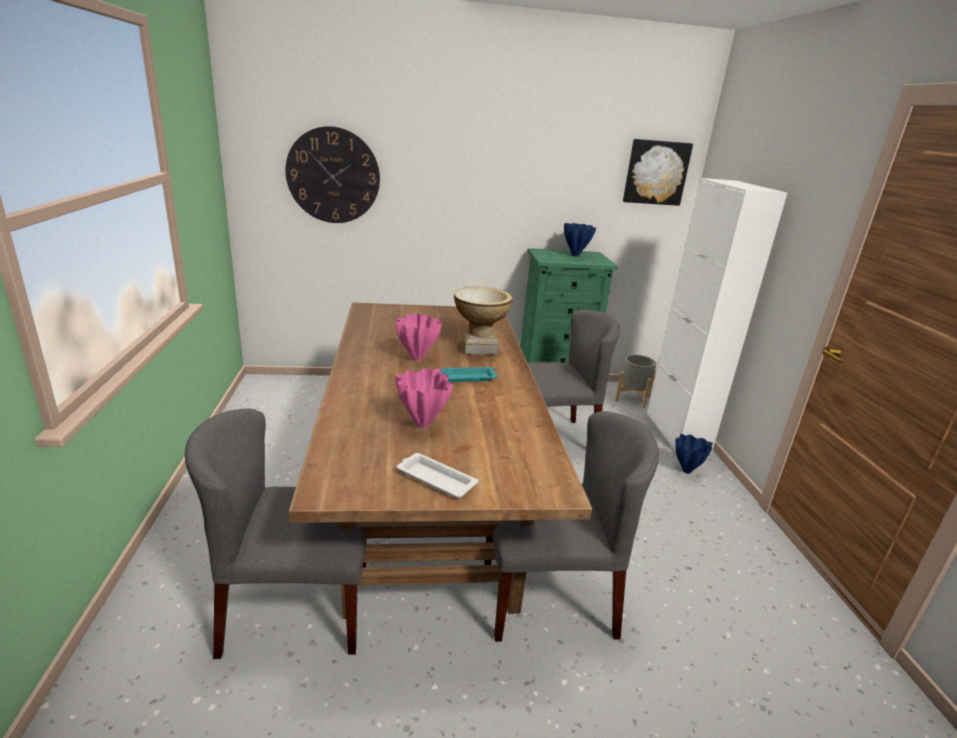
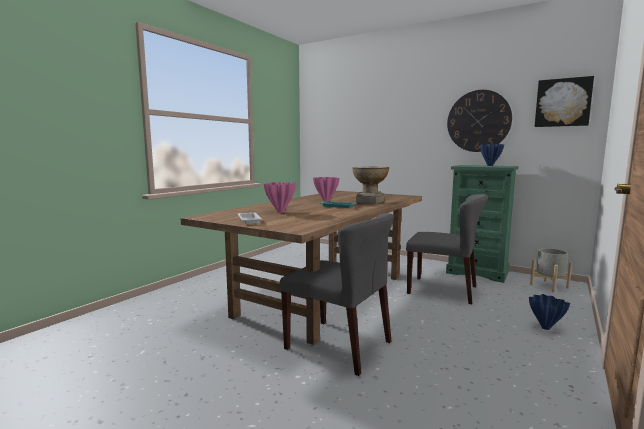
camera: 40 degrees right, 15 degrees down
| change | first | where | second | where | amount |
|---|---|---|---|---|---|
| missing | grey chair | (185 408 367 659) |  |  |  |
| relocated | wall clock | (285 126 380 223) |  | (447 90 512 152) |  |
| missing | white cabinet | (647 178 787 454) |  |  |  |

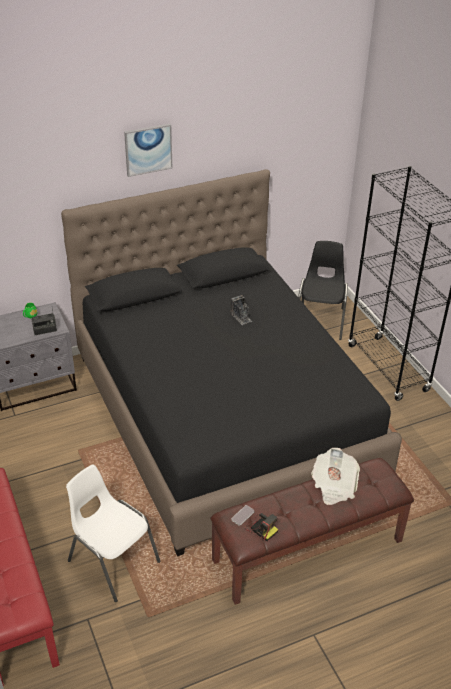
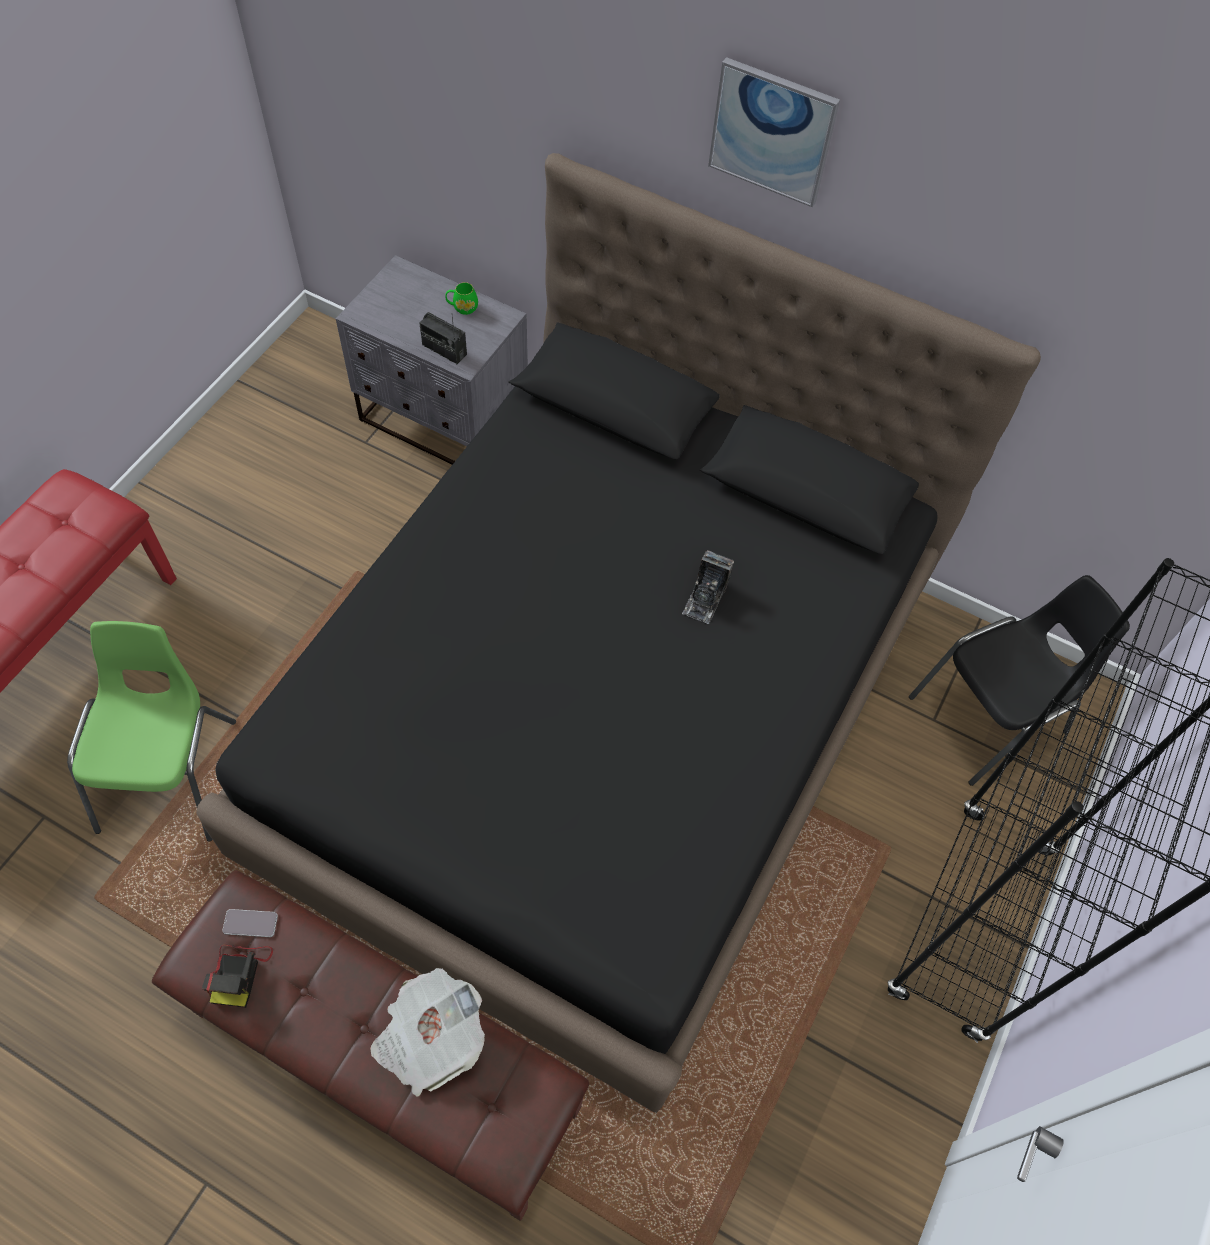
camera: 50 degrees right, 20 degrees up
| change | first | where | second | where | amount |
|---|---|---|---|---|---|
| colour | white chair | (66 465 160 602) | green chair | (67 621 236 841) |  |

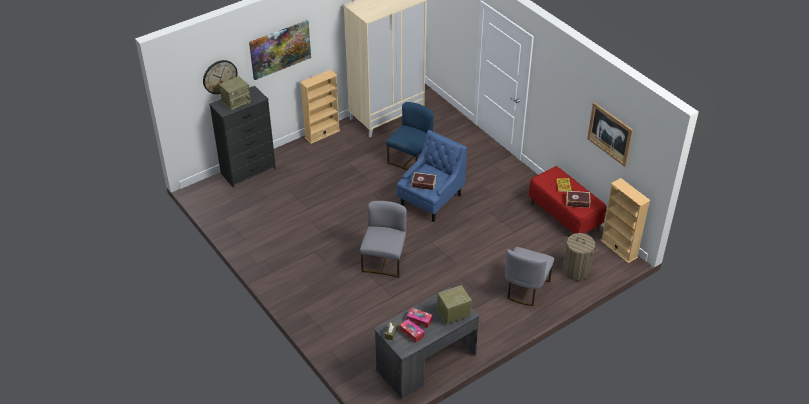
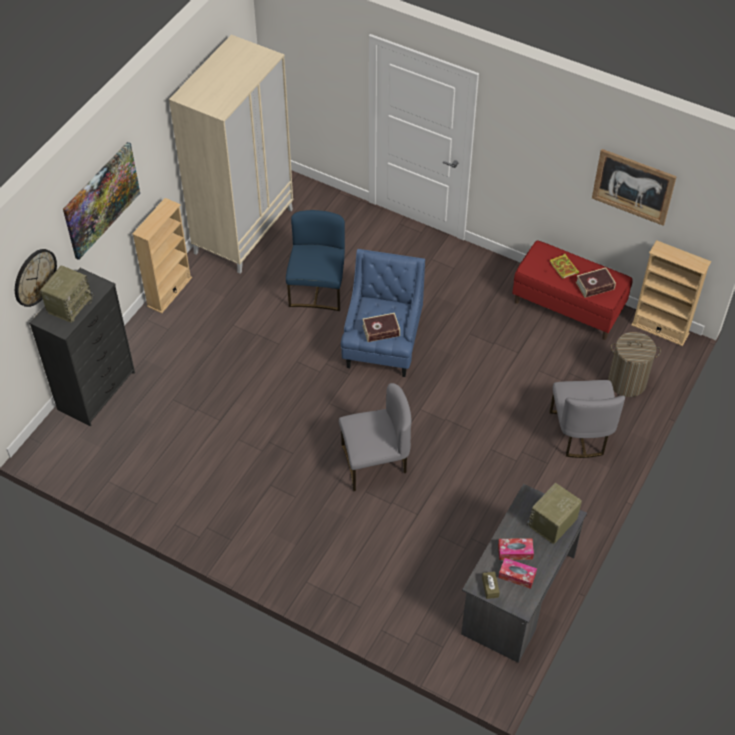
camera: 25 degrees left, 10 degrees up
| change | first | where | second | where | amount |
|---|---|---|---|---|---|
| spun | grey chair | (360 201 407 278) |  | (339 383 412 491) | 90 degrees clockwise |

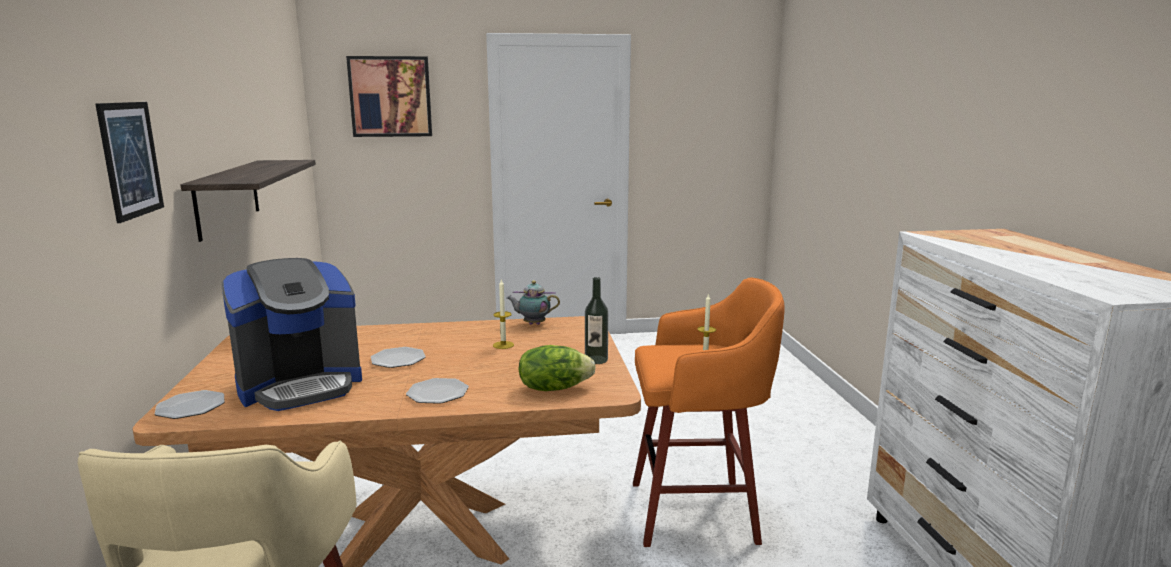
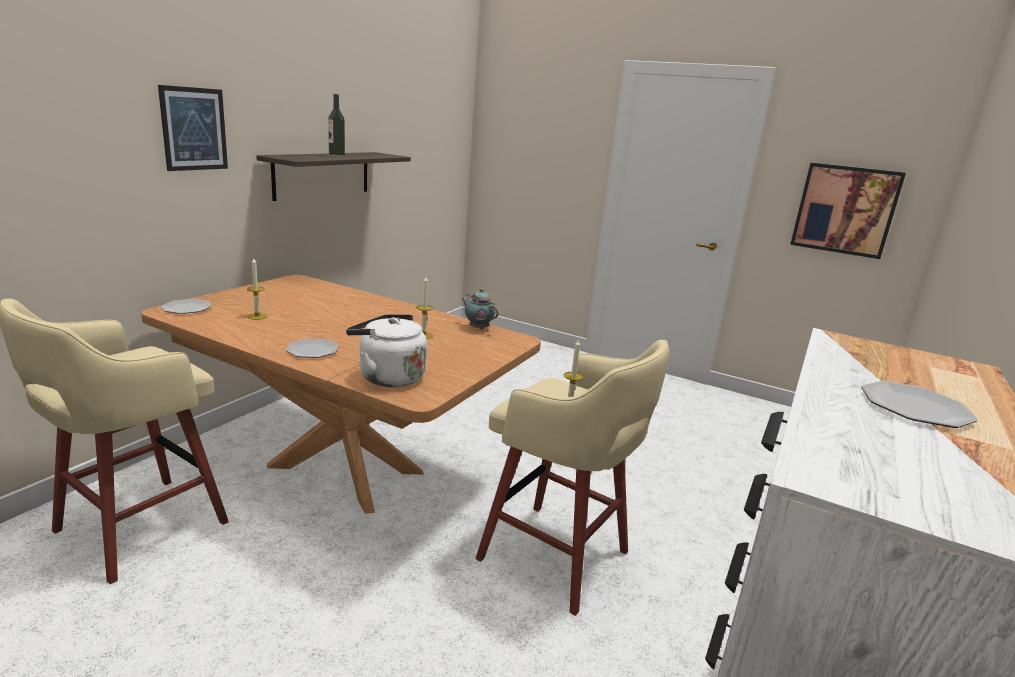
camera: 35 degrees right, 5 degrees up
| change | first | where | second | where | amount |
|---|---|---|---|---|---|
| exchanged | coffee machine | (221 258 362 411) | candle | (247 258 267 320) |  |
| relocated | picture | (346 56 432 137) |  | (790 163 906 259) |  |
| relocated | plate | (371 347 426 368) |  | (861 381 978 428) |  |
| exchanged | lettuce | (518 345 596 391) | white kettle | (346 314 427 387) |  |
| relocated | bottle | (585 277 608 364) |  | (328 94 345 157) |  |
| colour | orange stool | (633 277 785 547) | beige stool | (476 340 669 616) |  |

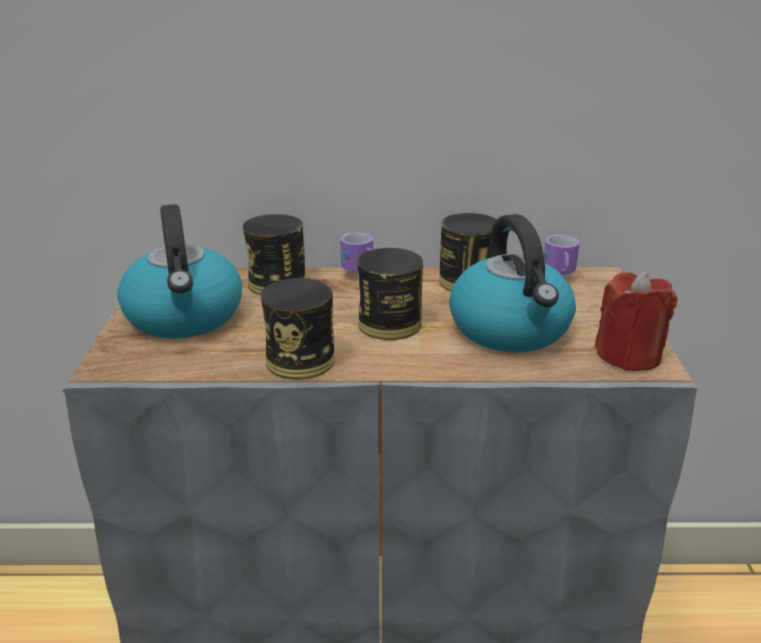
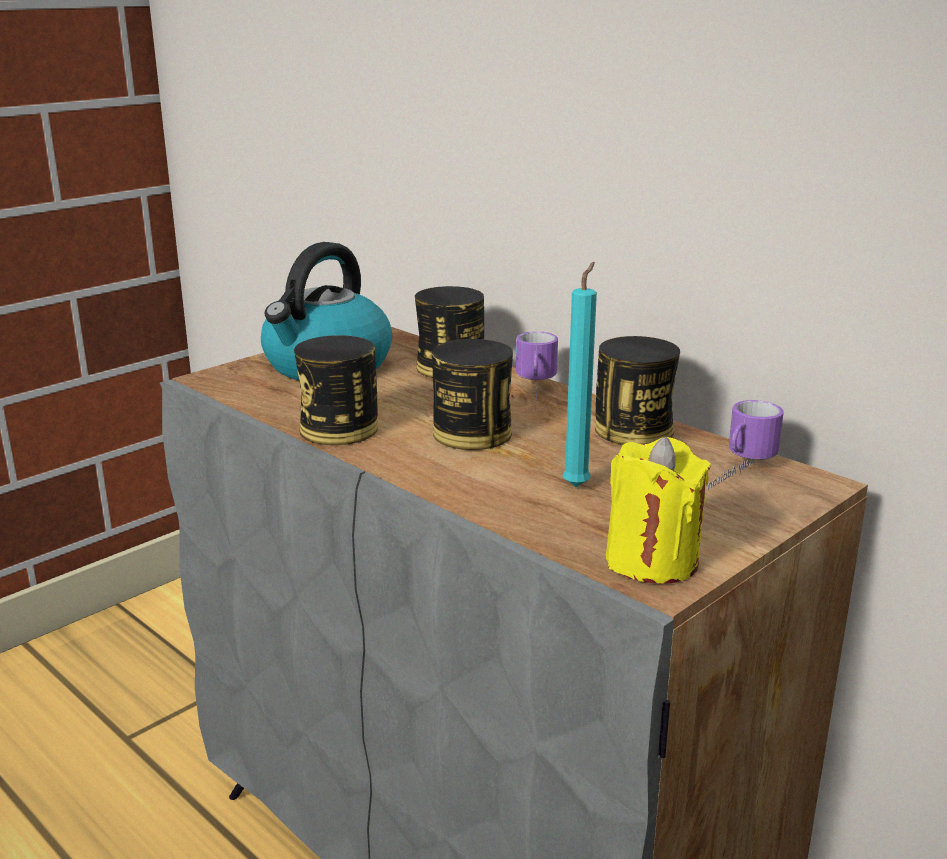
camera: 45 degrees right, 5 degrees down
| change | first | where | second | where | amount |
|---|---|---|---|---|---|
| exchanged | kettle | (449 214 576 353) | turquoise candle | (562 262 597 487) |  |
| colour | red candle | (595 271 678 371) | yellow candle | (606 437 711 584) |  |

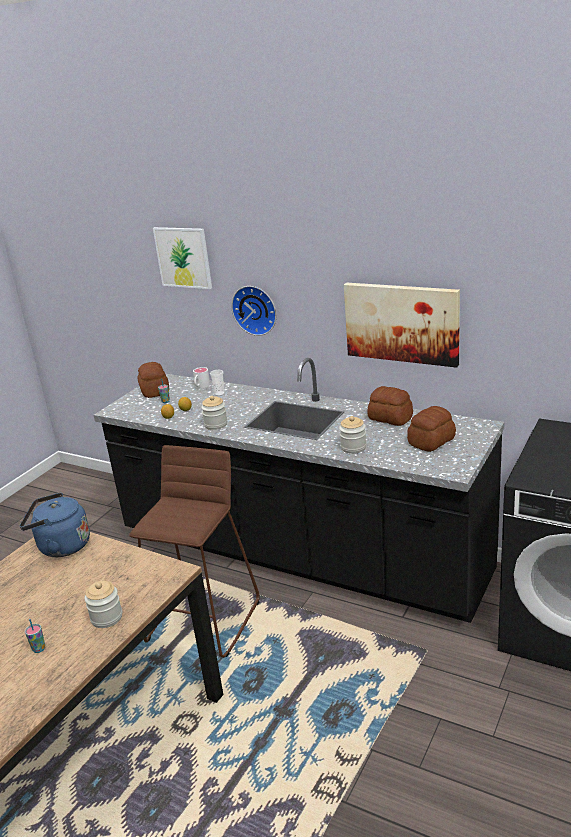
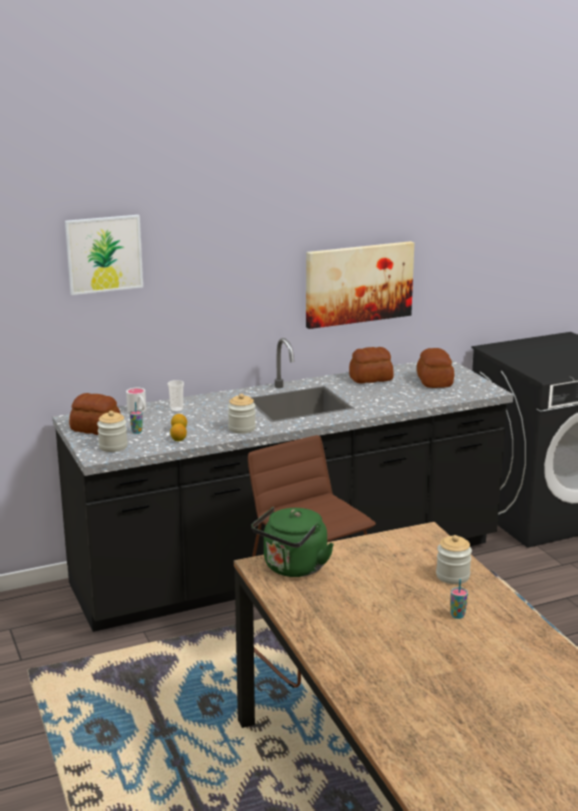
camera: 55 degrees left, 5 degrees down
| change | first | where | second | where | amount |
|---|---|---|---|---|---|
| colour | blue kettle | (20 493 90 557) | green kettle | (252 507 334 577) |  |
| missing | wall clock | (231 286 276 336) |  |  |  |
| relocated | jar | (339 416 366 454) |  | (97 411 128 452) |  |

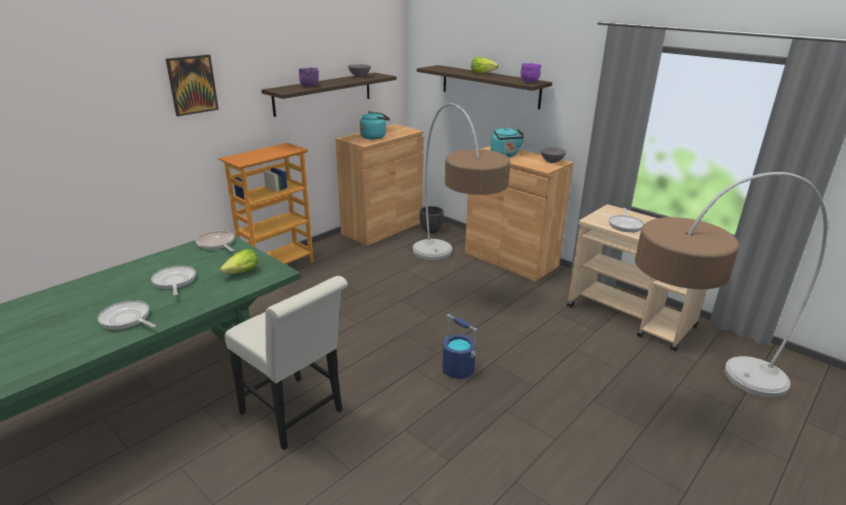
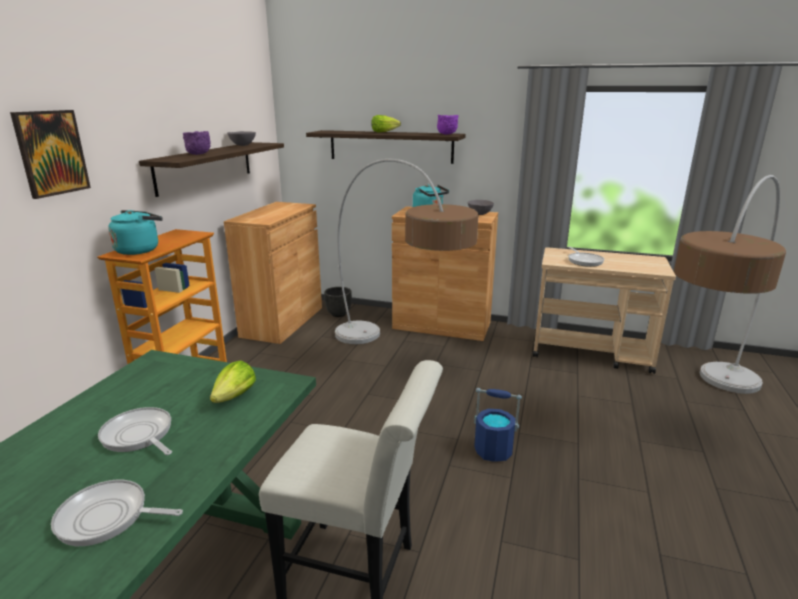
camera: 25 degrees left, 5 degrees down
| change | first | where | second | where | amount |
|---|---|---|---|---|---|
| missing | frying pan | (196 231 234 252) |  |  |  |
| relocated | turquoise kettle | (360 111 390 140) |  | (108 210 163 255) |  |

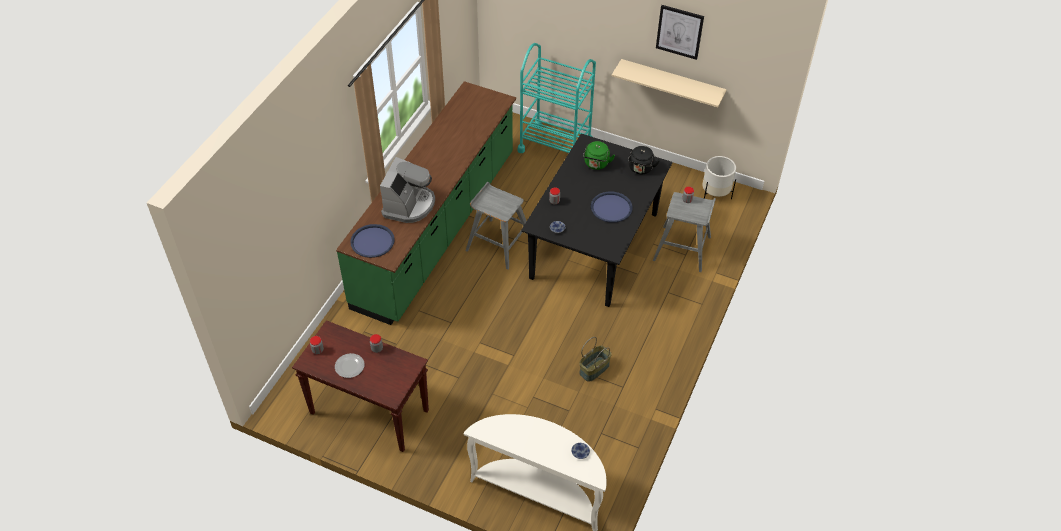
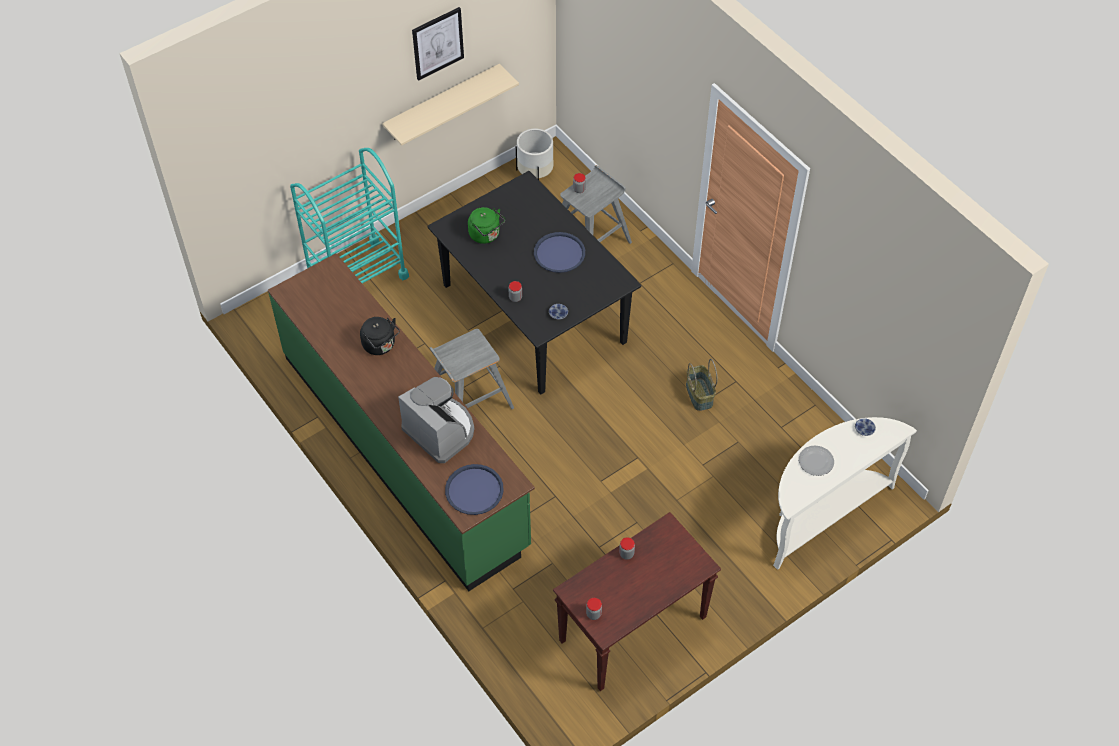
camera: 60 degrees left, 5 degrees up
| change | first | where | second | where | amount |
|---|---|---|---|---|---|
| relocated | plate | (335 353 365 378) |  | (799 445 834 476) |  |
| relocated | black kettle | (628 146 660 174) |  | (360 317 400 355) |  |

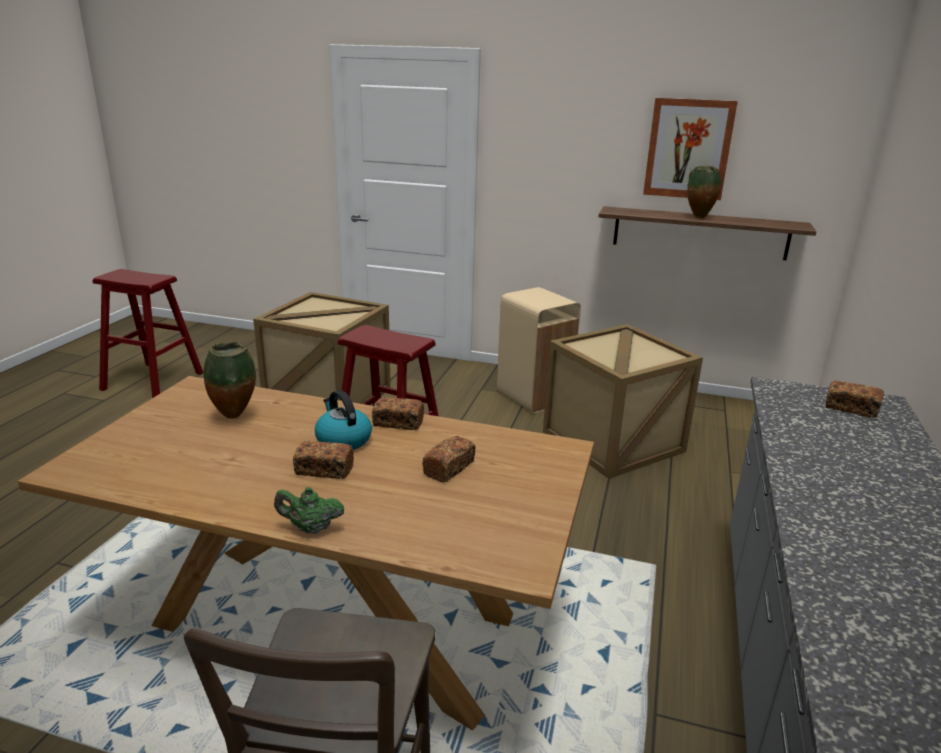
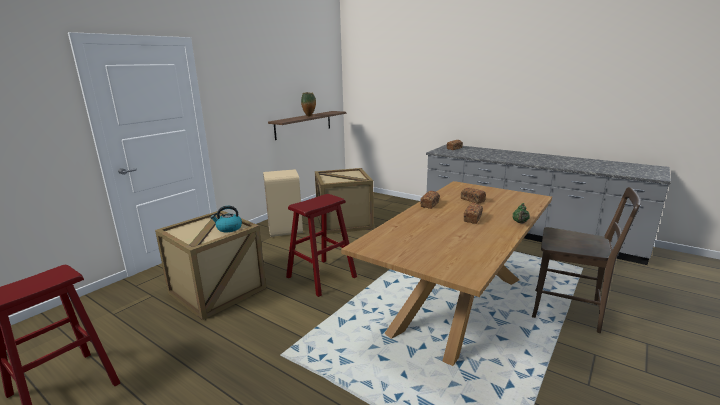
camera: 70 degrees left, 5 degrees down
| change | first | where | second | where | amount |
|---|---|---|---|---|---|
| missing | vase | (204 341 256 419) |  |  |  |
| relocated | kettle | (315 390 372 450) |  | (210 206 242 232) |  |
| missing | picture | (643 98 738 200) |  |  |  |

